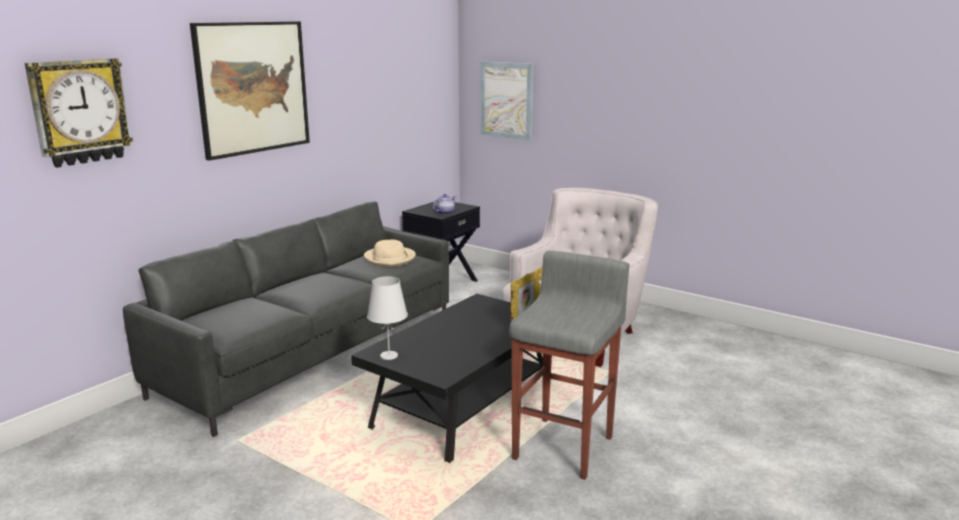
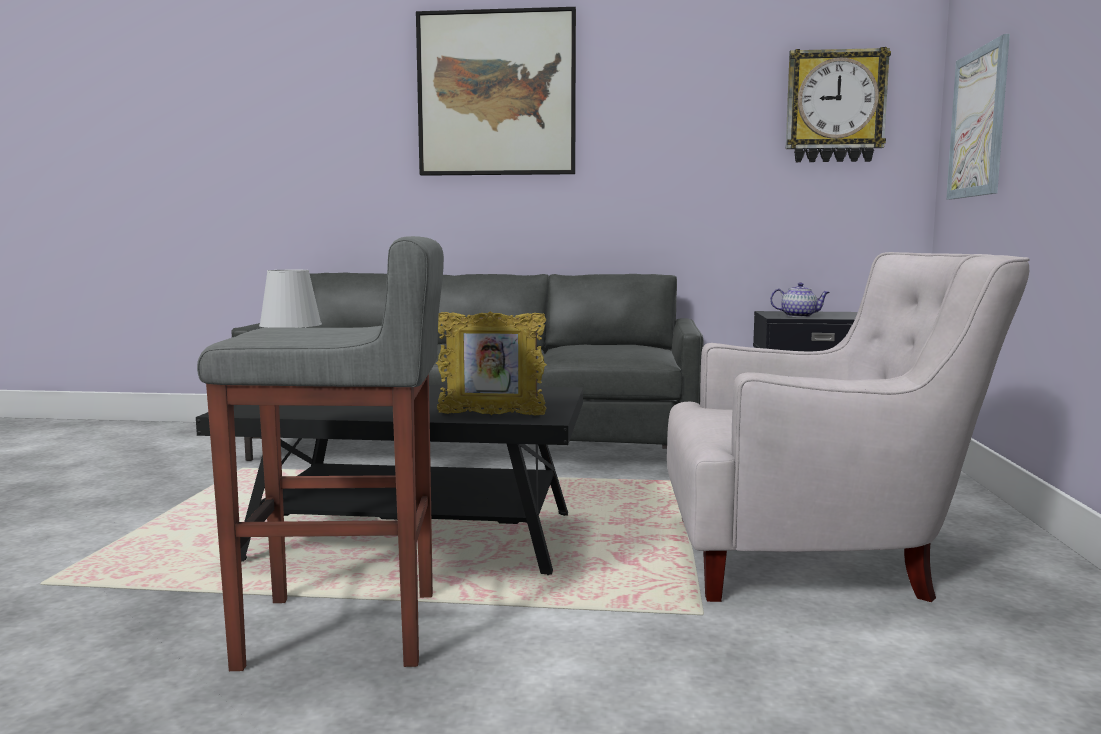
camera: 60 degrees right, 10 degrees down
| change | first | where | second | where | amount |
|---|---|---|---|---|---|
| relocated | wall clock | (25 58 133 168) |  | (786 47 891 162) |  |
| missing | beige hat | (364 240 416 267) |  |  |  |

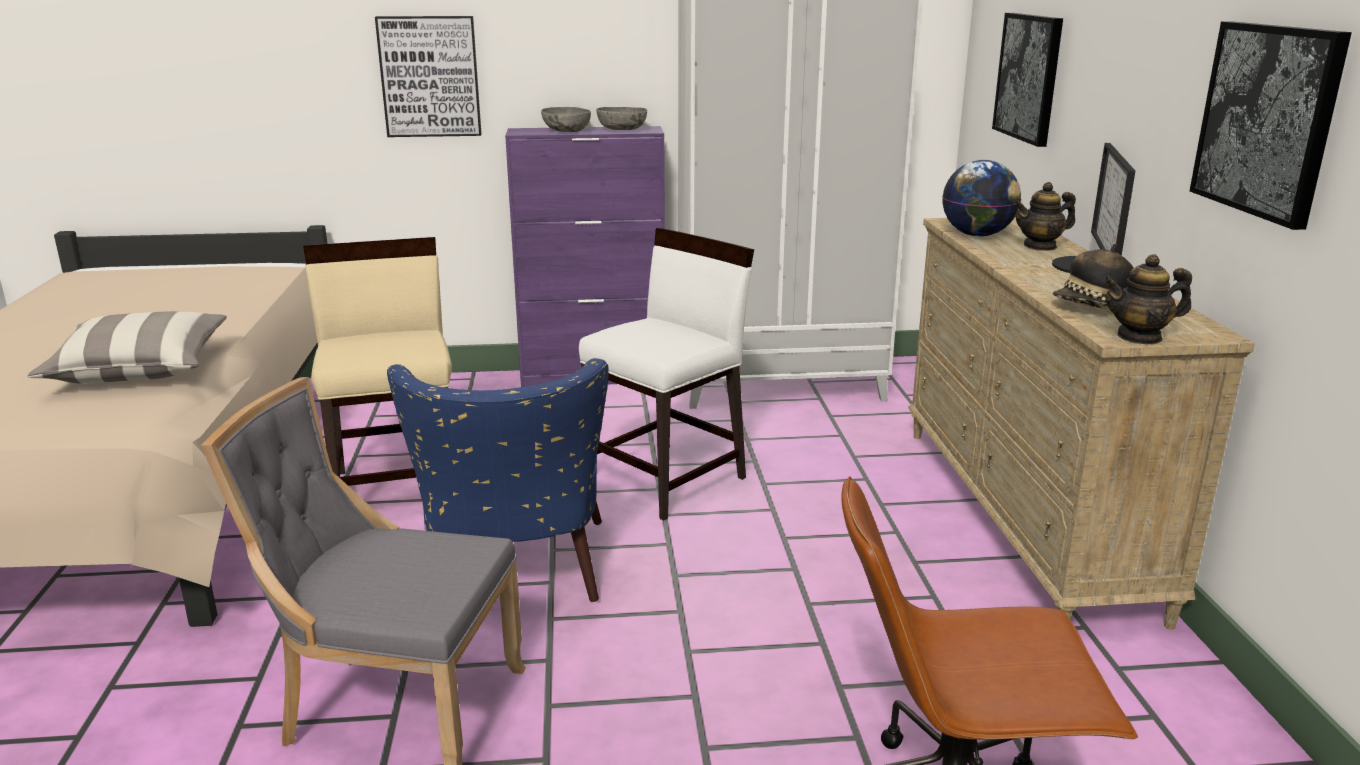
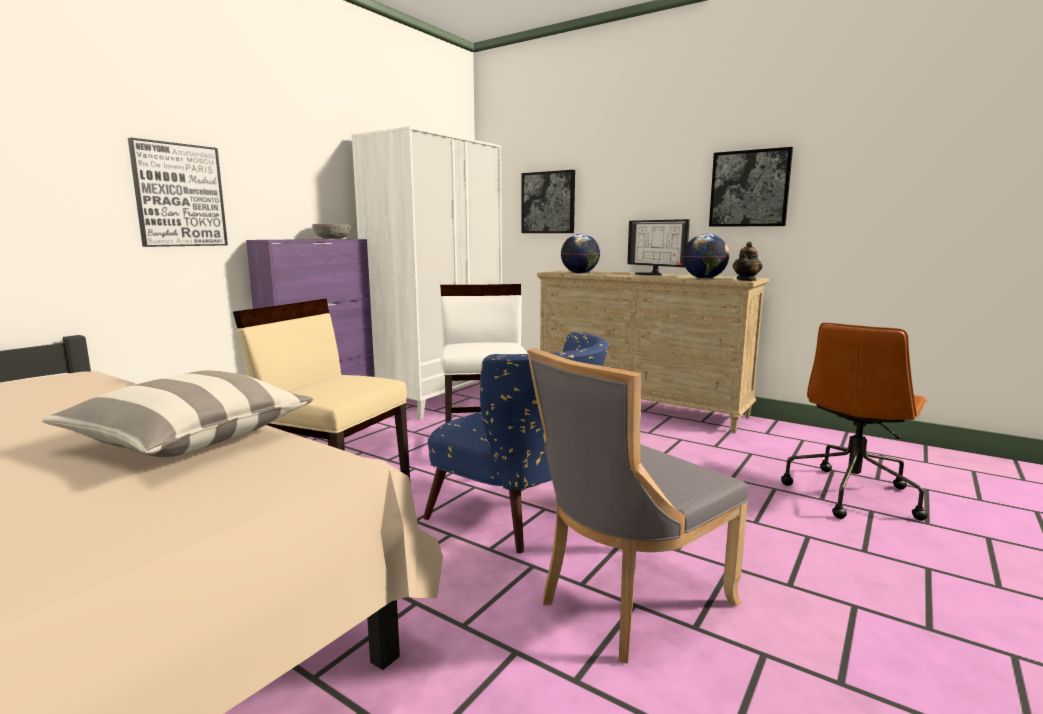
camera: 50 degrees left, 10 degrees down
| change | first | where | second | where | amount |
|---|---|---|---|---|---|
| missing | grey bowl | (541 107 591 132) |  |  |  |
| missing | teapot | (1014 182 1076 251) |  |  |  |
| exchanged | hat | (1053 244 1133 310) | globe | (683 234 730 279) |  |

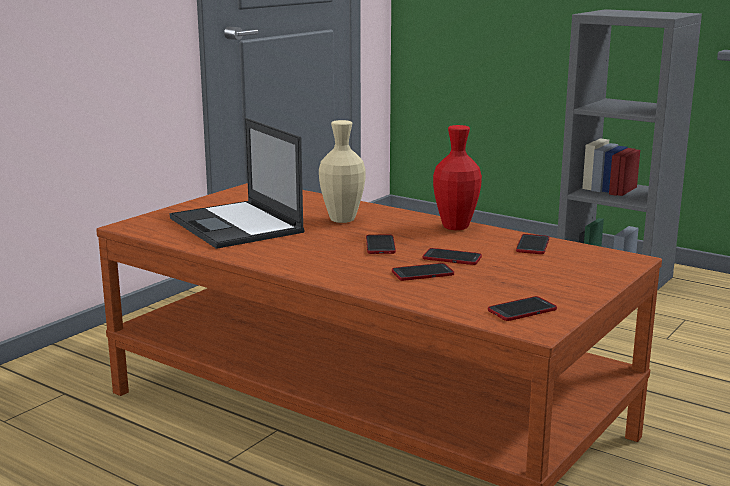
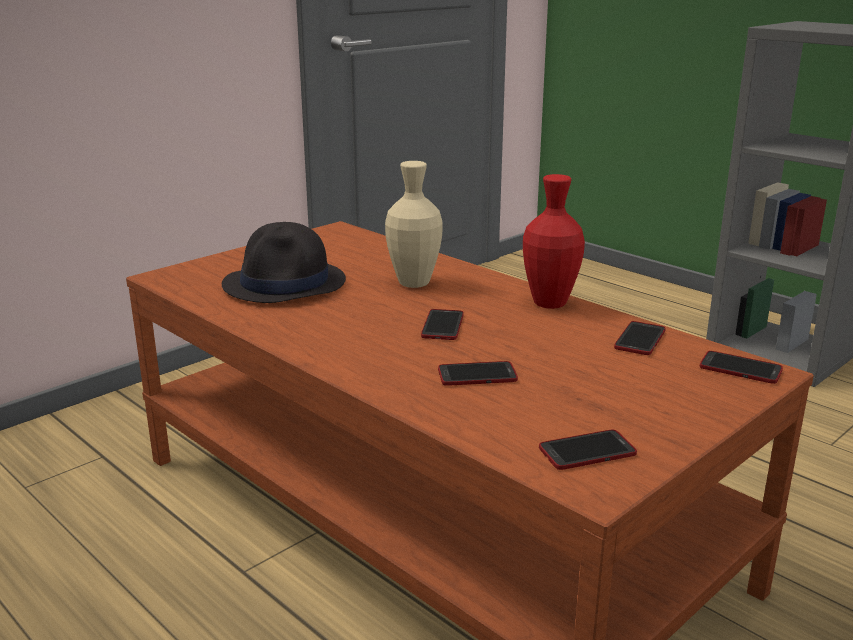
camera: 10 degrees right, 5 degrees up
| change | first | where | second | where | amount |
|---|---|---|---|---|---|
| exchanged | laptop | (170 118 305 249) | black hat | (222 222 346 303) |  |
| relocated | phone | (423 248 482 265) |  | (700 351 783 384) |  |

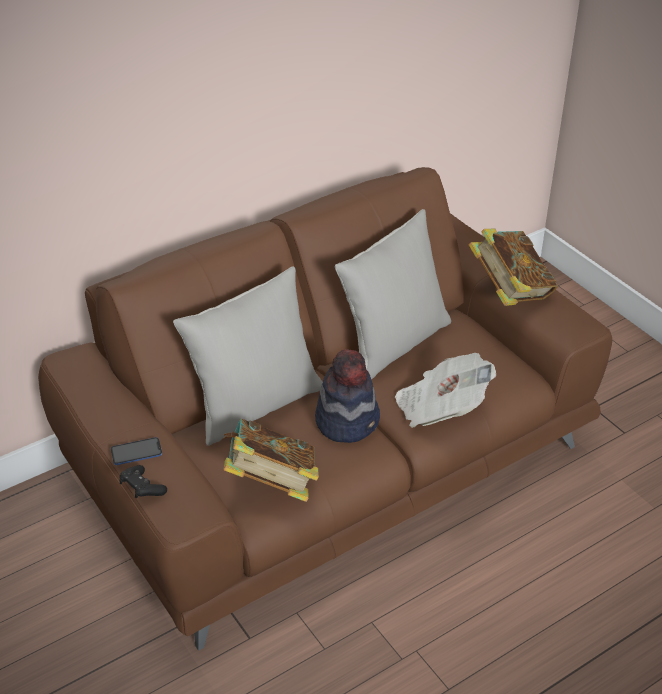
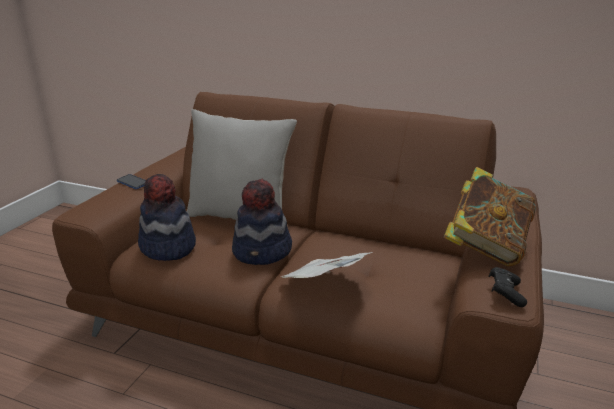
camera: 55 degrees right, 15 degrees down
| change | first | where | second | where | amount |
|---|---|---|---|---|---|
| relocated | black game controller | (119 465 167 498) |  | (488 267 527 307) |  |
| exchanged | book | (223 419 319 502) | hat | (138 174 196 261) |  |
| missing | grey pillow | (335 209 451 379) |  |  |  |

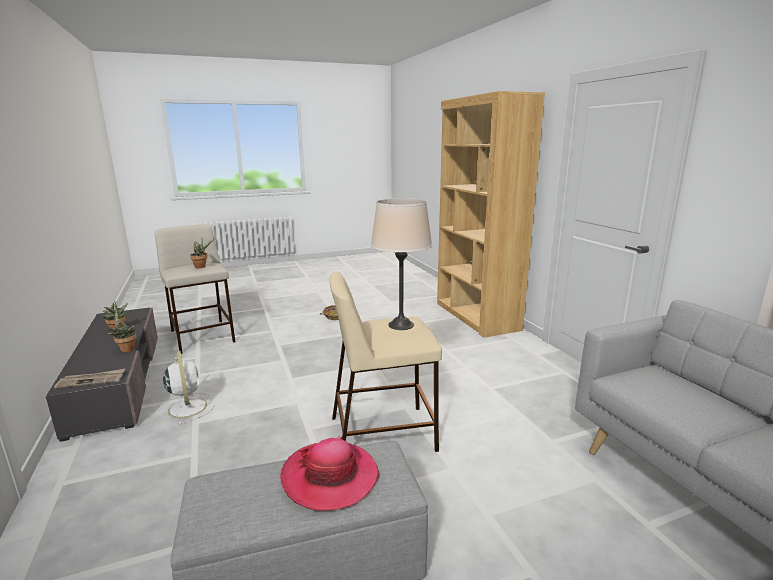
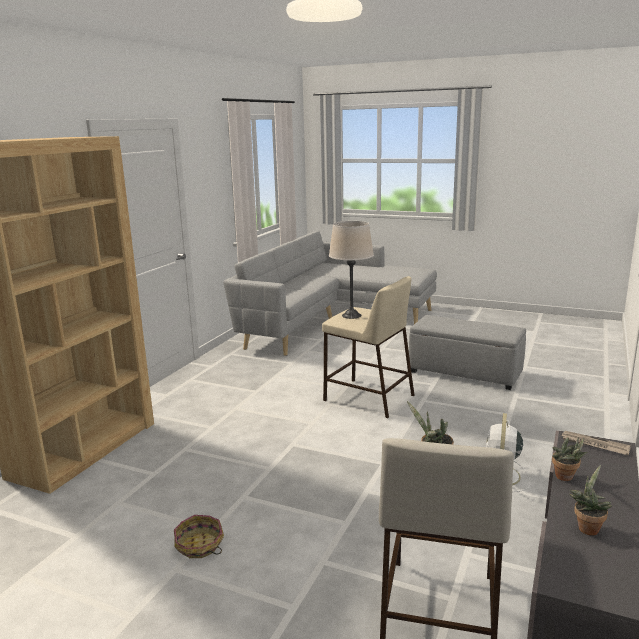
camera: 135 degrees left, 0 degrees up
| change | first | where | second | where | amount |
|---|---|---|---|---|---|
| missing | hat | (280 436 379 511) |  |  |  |

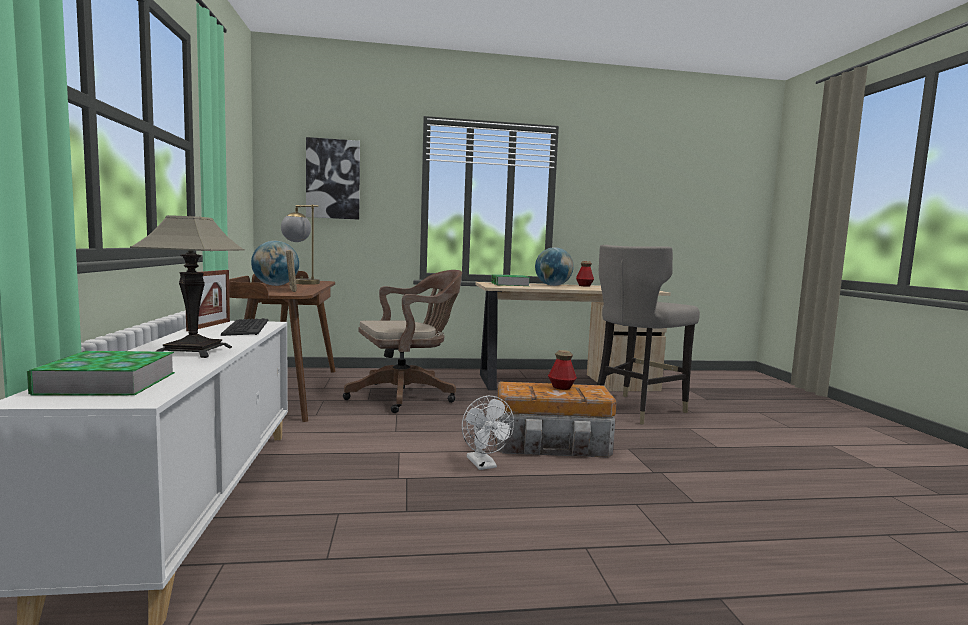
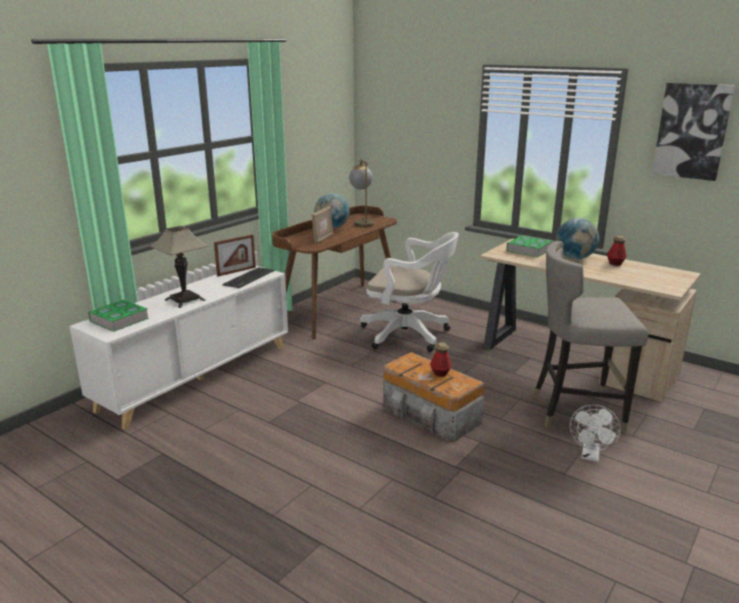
camera: 45 degrees right, 15 degrees up
| change | first | where | second | where | amount |
|---|---|---|---|---|---|
| relocated | picture | (306 137 360 220) |  | (652 83 735 181) |  |
| colour | brown office chair | (343 270 462 413) | white office chair | (360 232 459 352) |  |
| relocated | white fan | (462 396 514 470) |  | (570 405 621 462) |  |

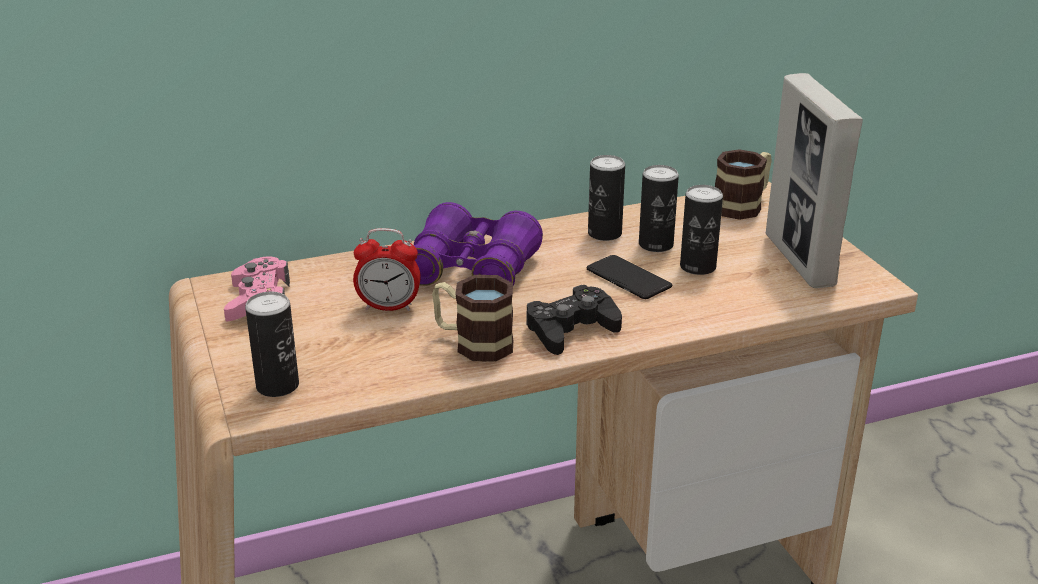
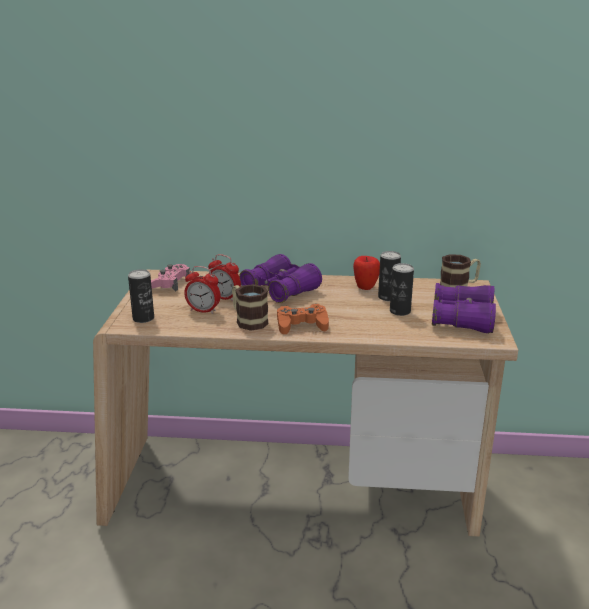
camera: 25 degrees right, 5 degrees down
| change | first | where | second | where | amount |
|---|---|---|---|---|---|
| colour | black game controller | (527 285 622 355) | orange game controller | (277 304 329 334) |  |
| missing | phone | (587 255 672 299) |  |  |  |
| exchanged | can | (588 155 625 241) | apple | (353 256 380 290) |  |
| exchanged | picture frame | (766 73 863 288) | purple binoculars | (432 283 496 333) |  |
| appeared |  |  | alarm clock | (184 266 221 314) |  |

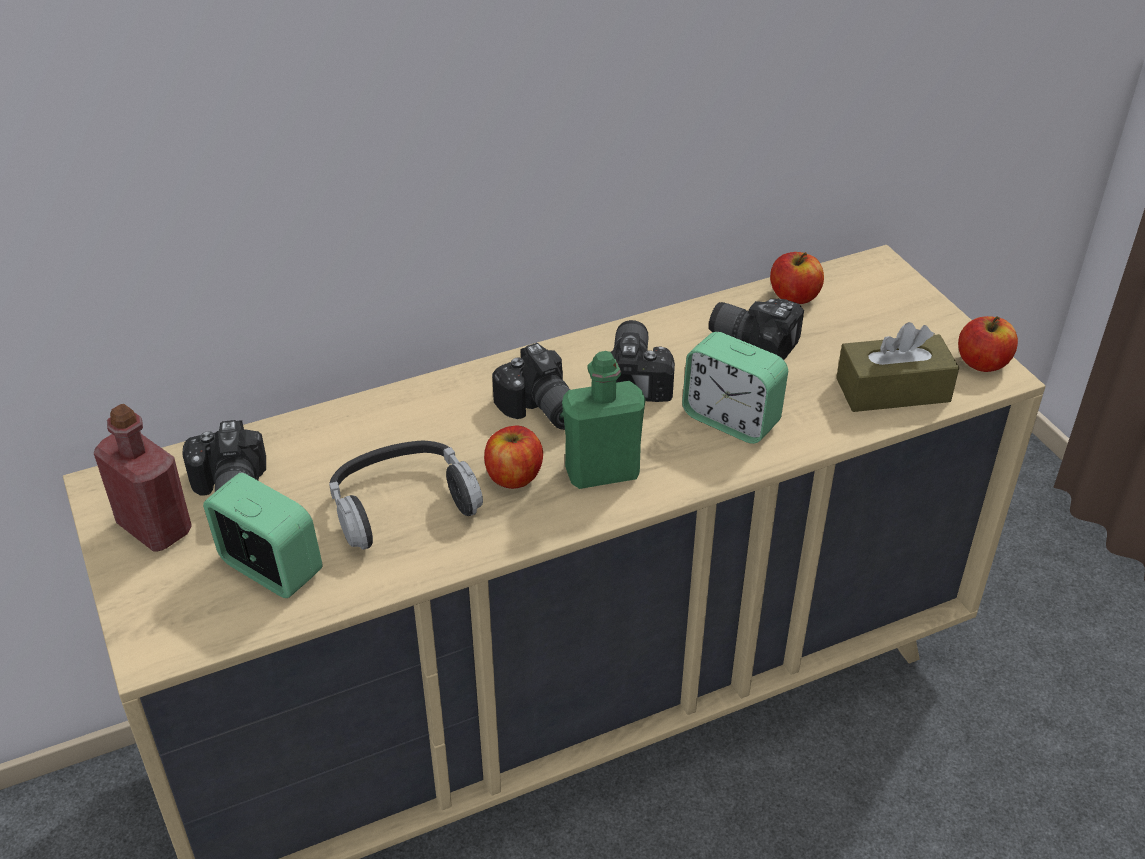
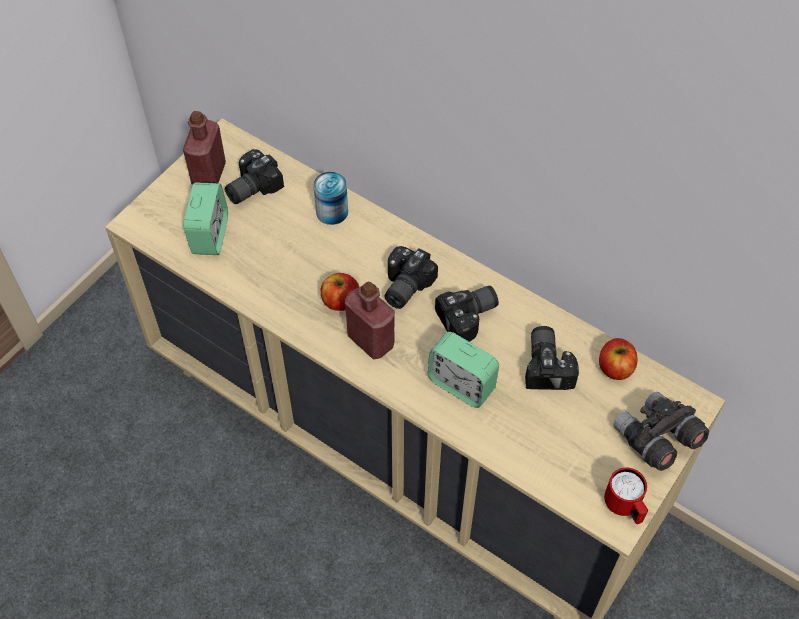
camera: 60 degrees right, 15 degrees up
| change | first | where | second | where | amount |
|---|---|---|---|---|---|
| missing | headphones | (329 441 483 550) |  |  |  |
| colour | green bottle | (562 351 646 489) | red bottle | (345 282 395 359) |  |
| spun | alarm clock | (682 332 788 444) |  | (428 332 499 408) | 60 degrees counterclockwise |
| missing | brown tissue box | (836 322 959 412) |  |  |  |
| exchanged | apple | (958 316 1018 372) | red mug | (604 467 648 524) |  |
| appeared |  |  | can | (313 172 348 225) |  |
| appeared |  |  | grey binoculars | (613 392 709 471) |  |

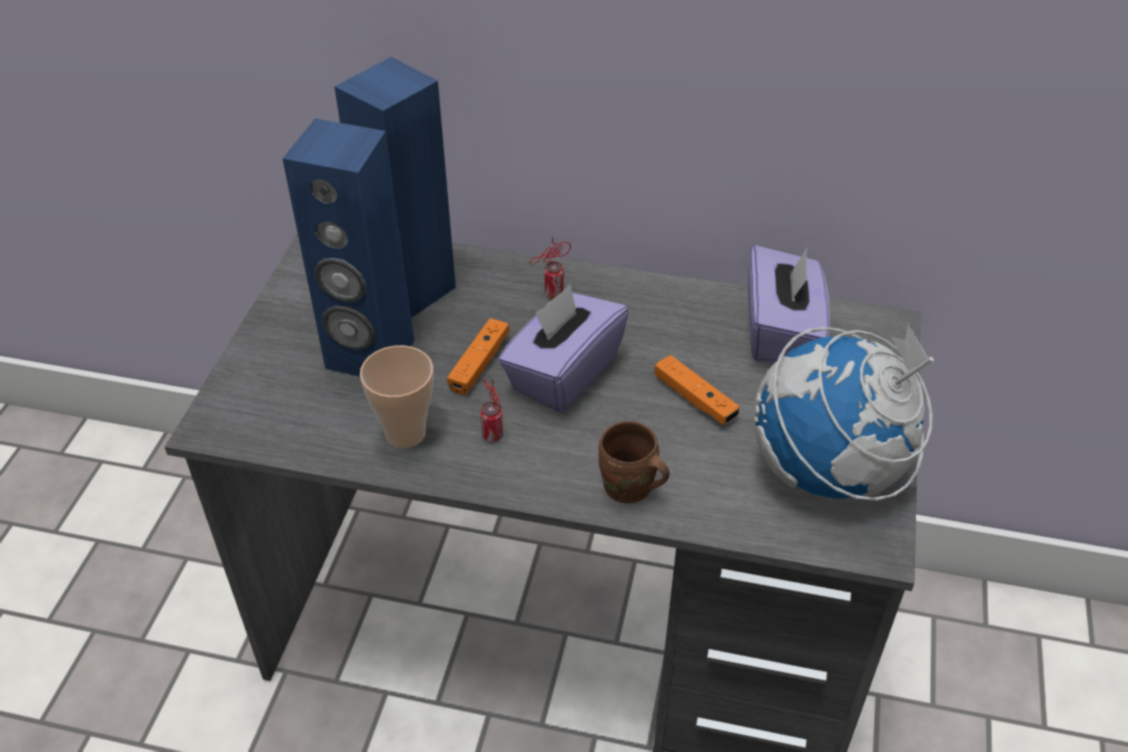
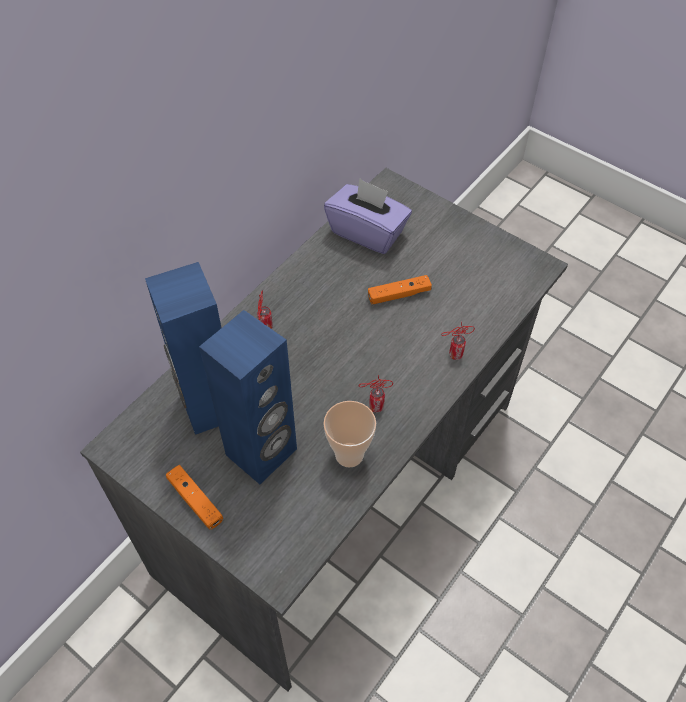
camera: 65 degrees left, 10 degrees up
| change | first | where | second | where | amount |
|---|---|---|---|---|---|
| relocated | orange game controller | (447 318 510 395) |  | (166 465 223 530) |  |
| missing | purple tissue box | (498 284 629 412) |  |  |  |
| exchanged | brown mug | (599 421 669 503) | can | (441 322 475 360) |  |
| missing | globe | (754 324 934 501) |  |  |  |

